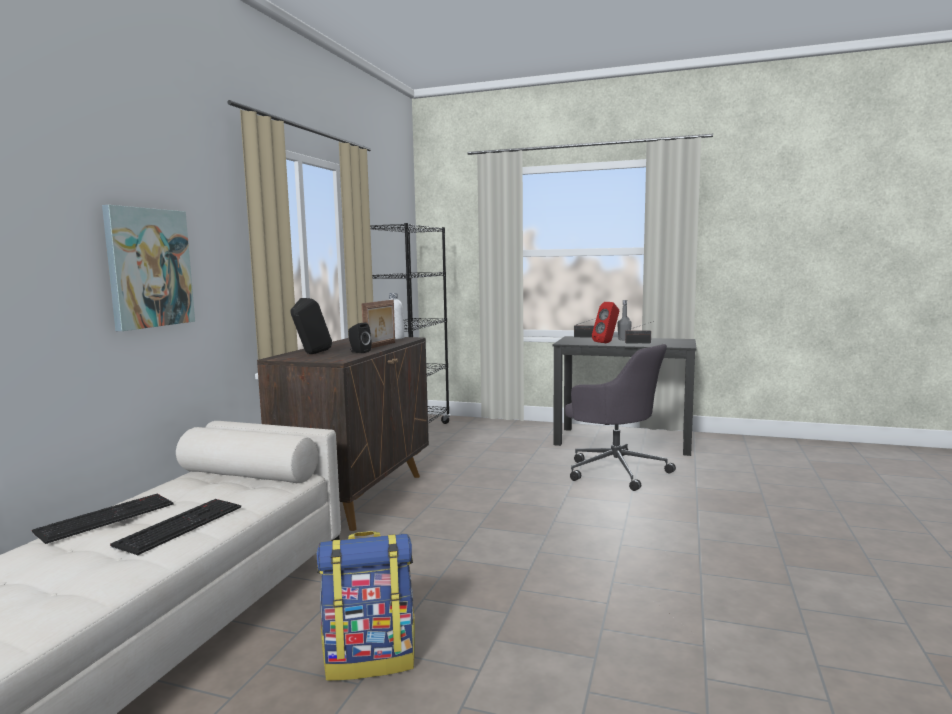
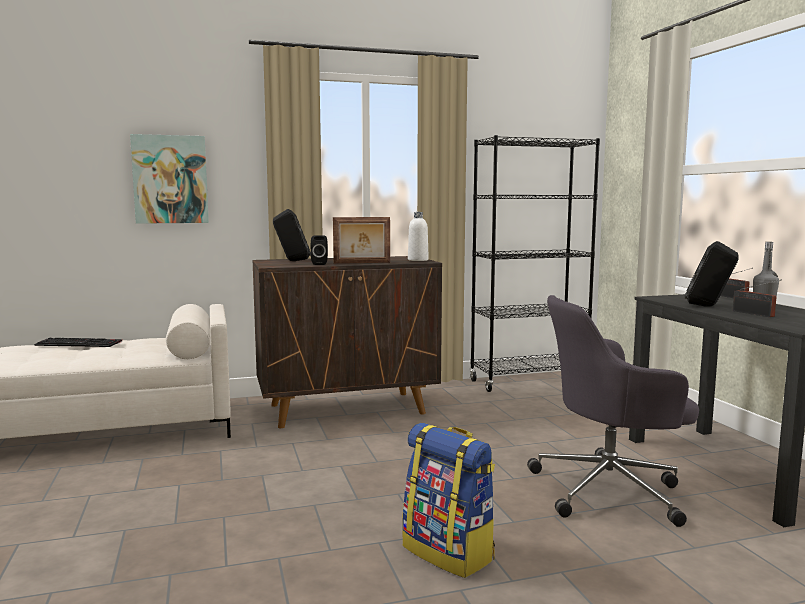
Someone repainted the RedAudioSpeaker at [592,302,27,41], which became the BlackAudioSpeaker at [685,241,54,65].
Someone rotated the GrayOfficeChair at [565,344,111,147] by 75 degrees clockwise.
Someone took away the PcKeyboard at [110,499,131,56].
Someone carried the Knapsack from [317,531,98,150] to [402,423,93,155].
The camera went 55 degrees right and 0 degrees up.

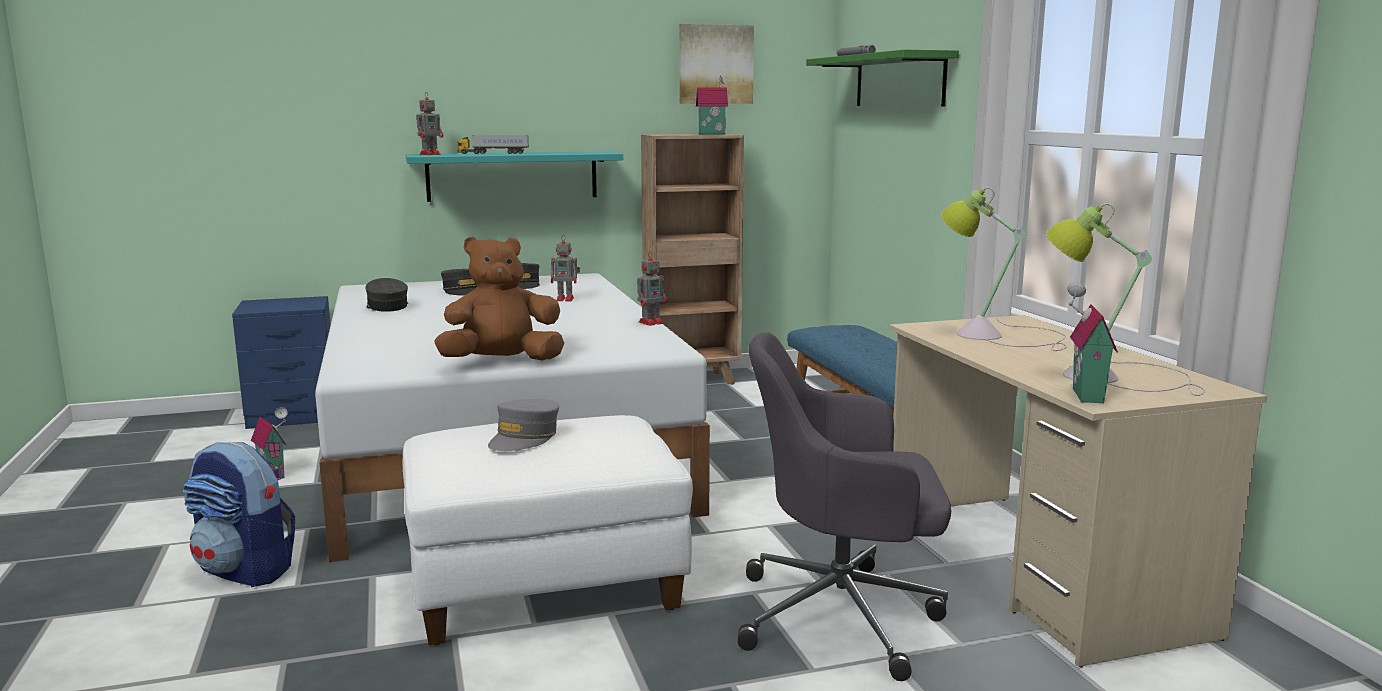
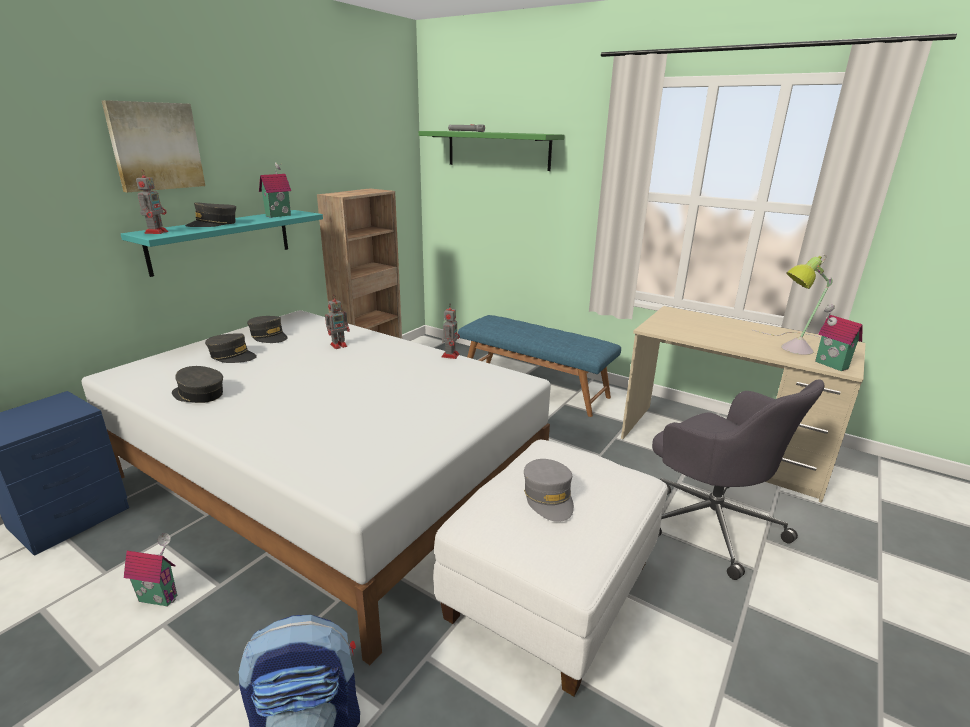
Someone carried the Picture from [679,24,75,80] to [101,100,104,92].
Someone carried the ToyHouse from [696,75,32,60] to [259,163,32,55].
Someone swapped the ModelTruck at [457,135,72,19] for the GrayPeakedCap at [185,202,51,25].
Someone took away the TableLamp at [941,187,126,164].
Someone took away the BrownishSoftToy at [434,237,130,124].
Someone rotated the GrayOfficeChair at [738,332,213,349] by 90 degrees counterclockwise.
The camera went 40 degrees left and 10 degrees up.

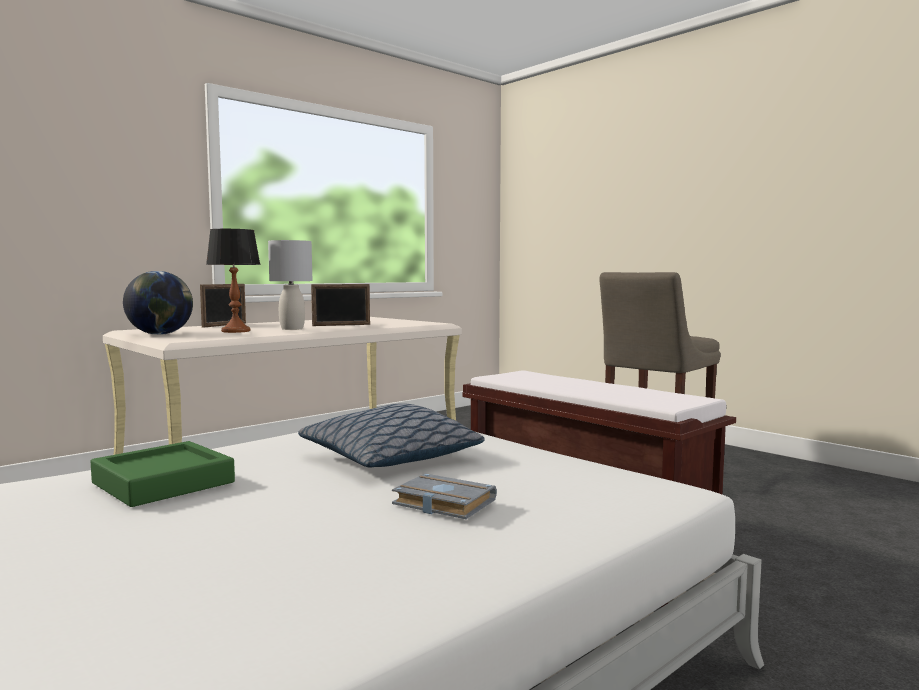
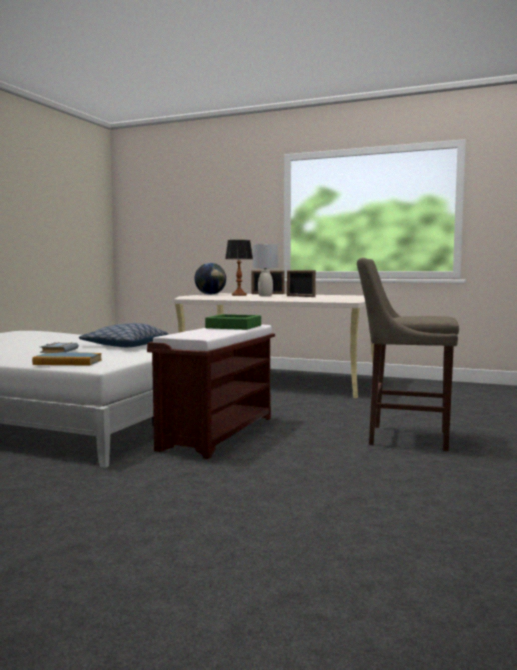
Someone carried the GreenColouredCarryingTray from [90,441,145,66] to [205,314,56,16].
Someone put down the Volume at [32,352,70,14].
The camera went 65 degrees right and 0 degrees up.

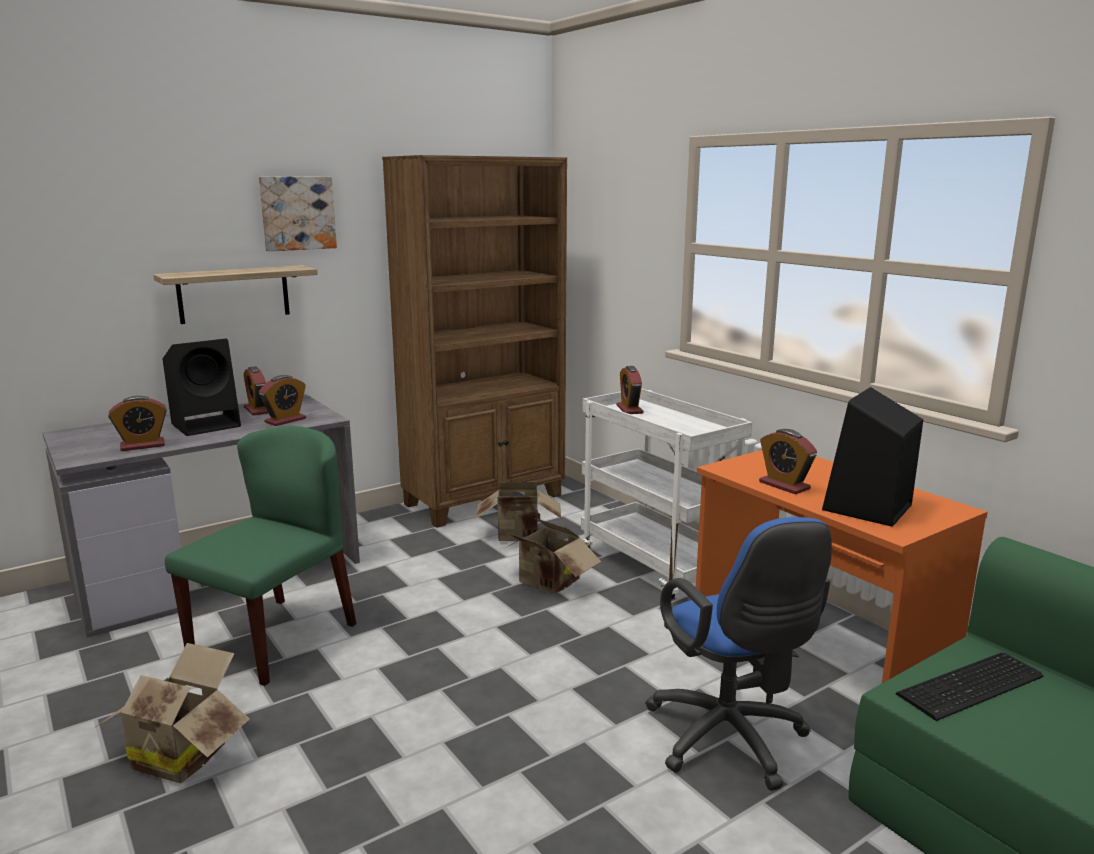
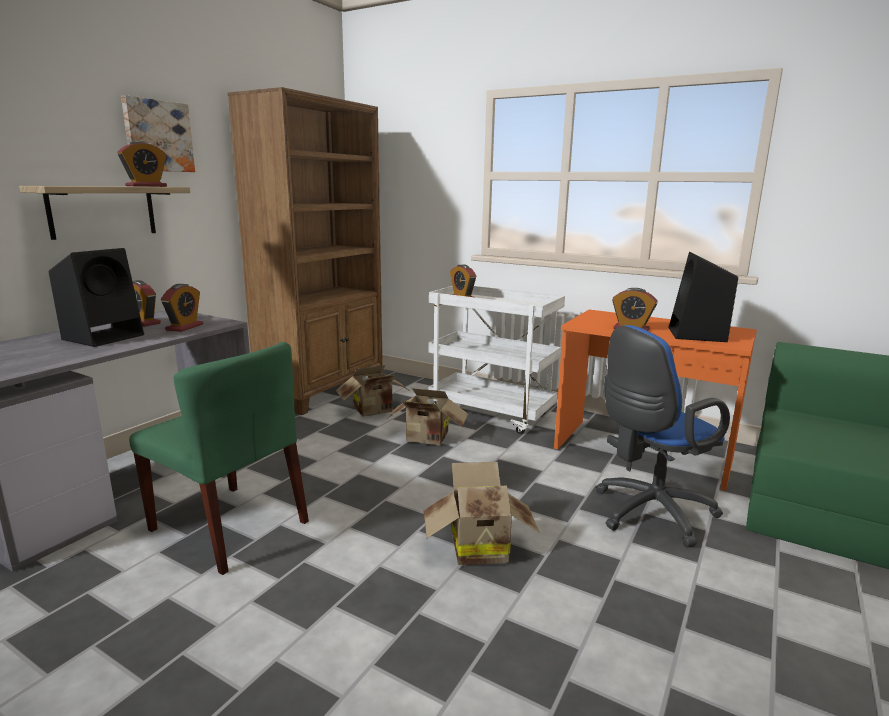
Someone carried the TableClock from [108,396,59,55] to [118,141,49,46].
Someone rotated the GreenColouredChair at [165,426,191,260] by 120 degrees clockwise.
Someone rotated the BlueOfficeChair at [645,517,187,274] by 105 degrees clockwise.
Someone carried the Carton from [96,643,154,141] to [423,462,117,103].
Someone took away the PcKeyboard at [896,653,147,68].
The camera went 25 degrees left and 0 degrees up.

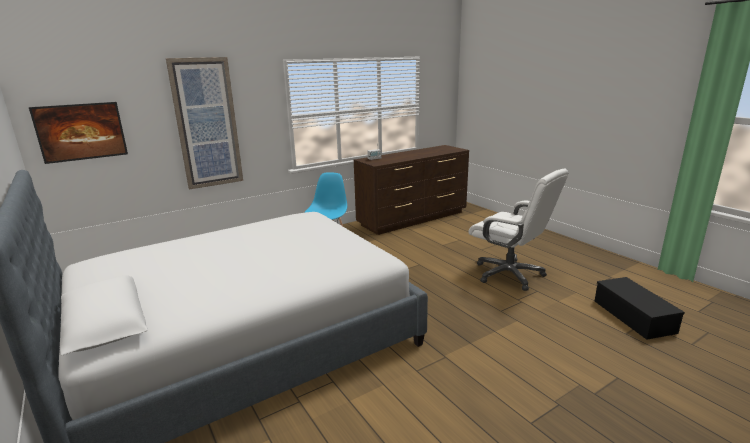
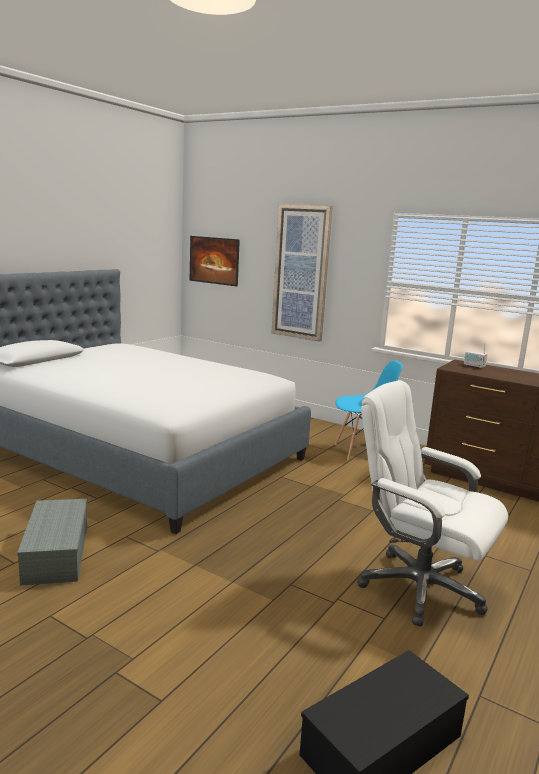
Someone rotated the WhiteOfficeChair at [468,169,101,122] by 105 degrees clockwise.
Someone put down the GrayStorageBin at [17,499,70,87].
The camera went 65 degrees right and 5 degrees down.

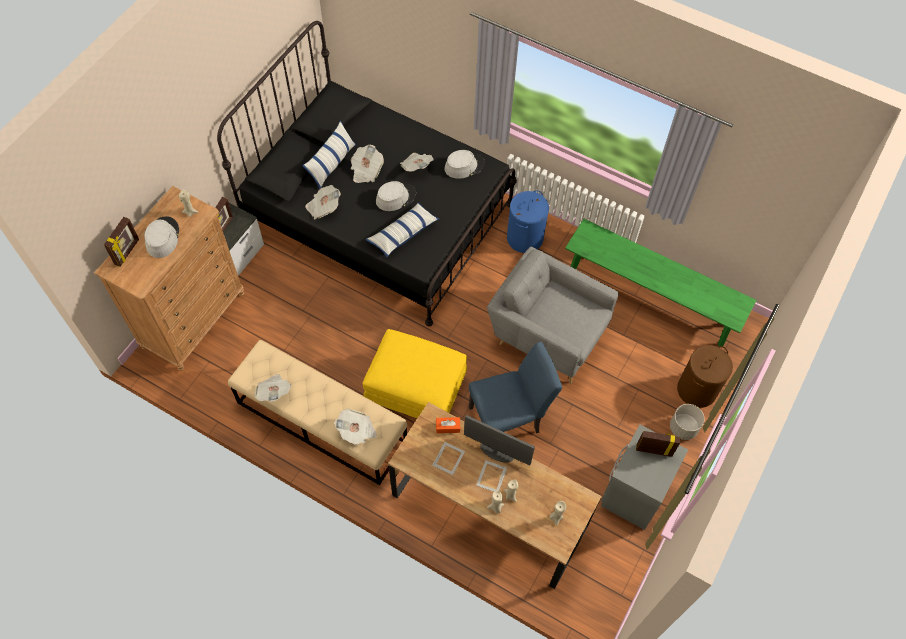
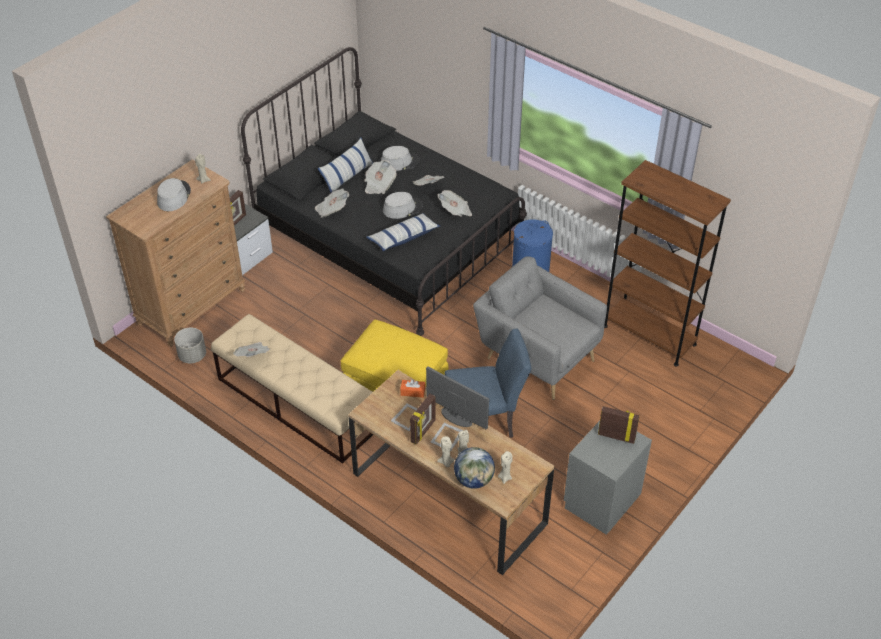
Someone carried the GrayHat from [444,150,41,29] to [381,146,39,25].
Someone carried the PictureFrame from [104,217,35,50] to [410,394,26,51].
Someone swapped the GreenColouredIndoorBench at [565,219,192,129] for the BrownishShelvingUnit at [604,160,127,207].
Someone took away the BrownishHamper at [677,345,56,63].
Someone carried the GrayFlowerPot from [670,404,35,36] to [174,327,32,36].
Someone carried the Newspaper from [334,409,43,36] to [438,190,34,27].
Someone put down the WorldGlobe at [454,447,41,42].
The camera went 10 degrees right and 15 degrees down.

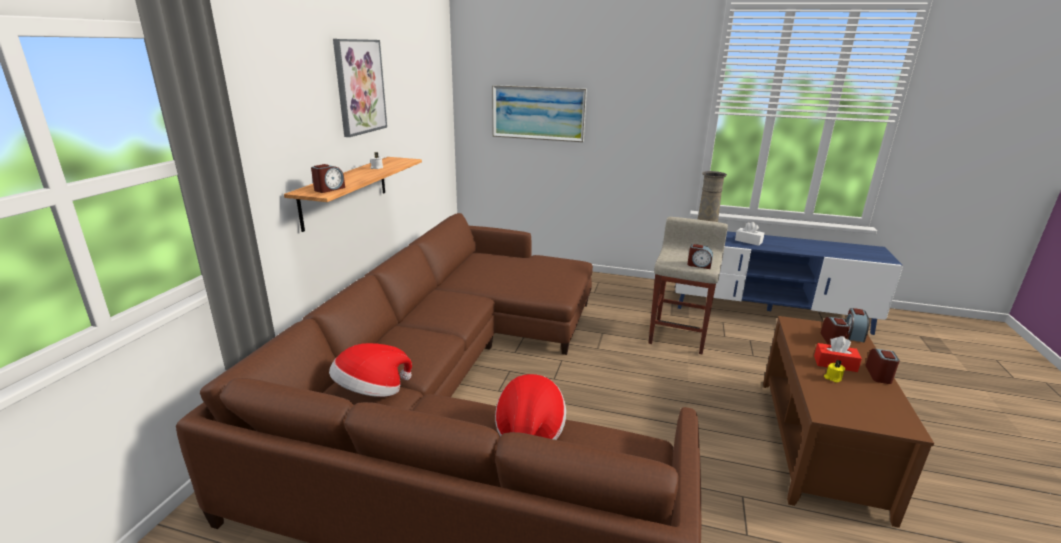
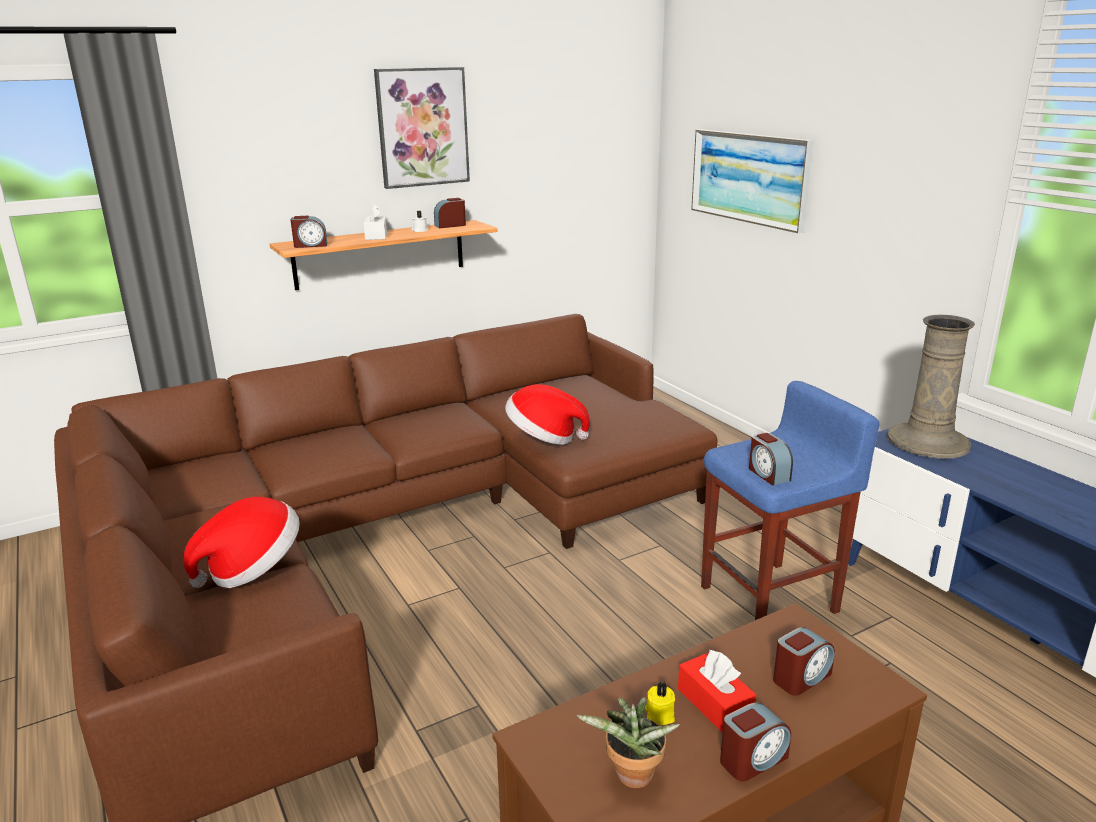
Someone repainted the BeigeStoolSeat at [648,217,80,137], which became the BlueStoolSeat at [701,381,179,239].
Someone carried the WhiteTissueHolder from [735,222,29,24] to [364,204,23,36].
Someone carried the TableClock from [846,308,23,34] to [434,198,32,30].
Someone carried the Hat from [329,343,83,54] to [505,384,85,61].
Someone put down the Houseplant at [576,697,104,91].
The camera went 45 degrees right and 0 degrees up.

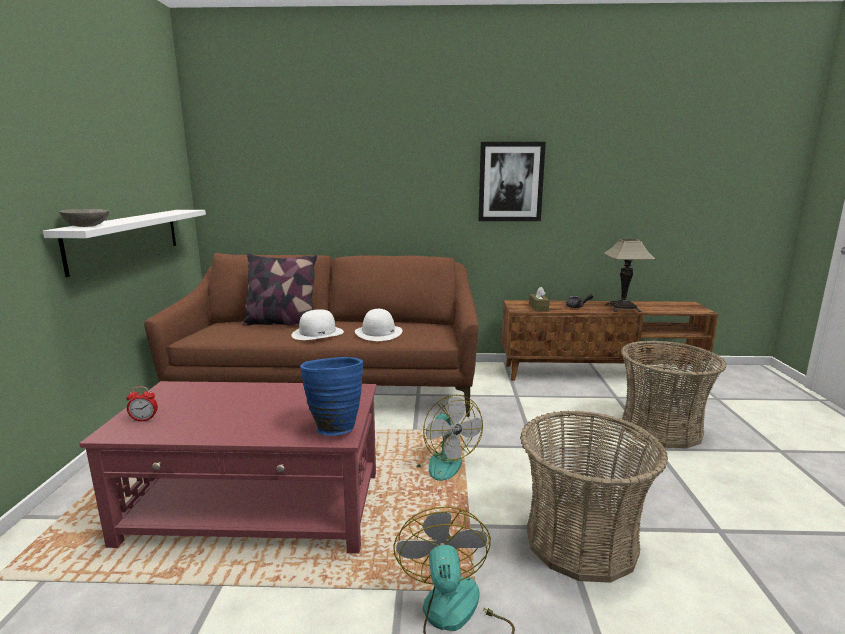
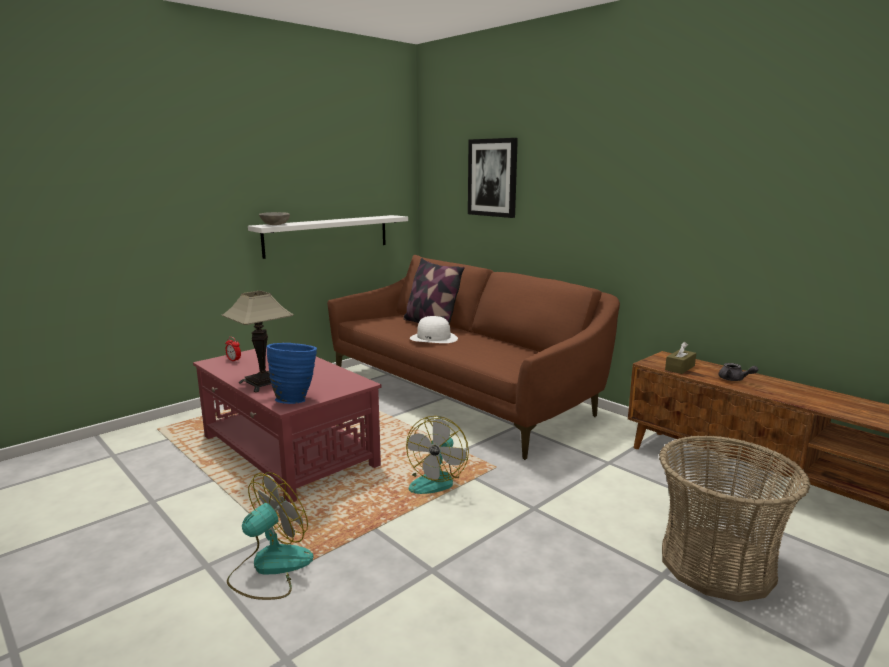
Someone carried the Picture from [478,142,68,79] to [468,138,50,80].
Someone carried the TableLamp from [603,239,53,73] to [222,291,72,101].
Someone took away the WhiteHat at [355,309,48,32].
Someone took away the HouseholdBasket at [520,411,148,172].
The camera went 45 degrees right and 0 degrees up.

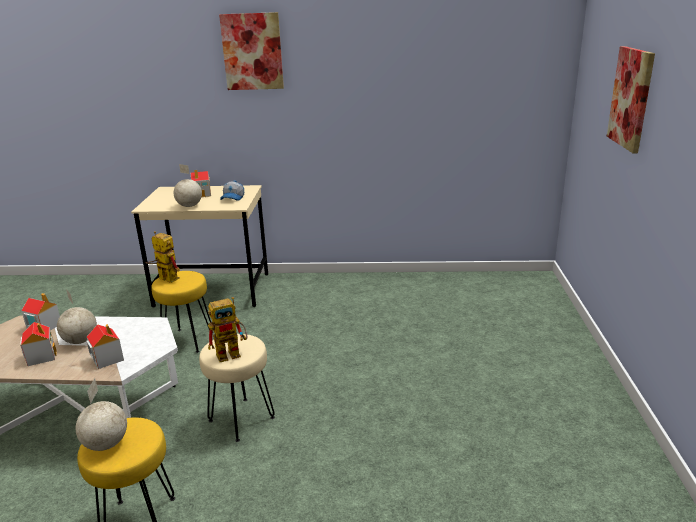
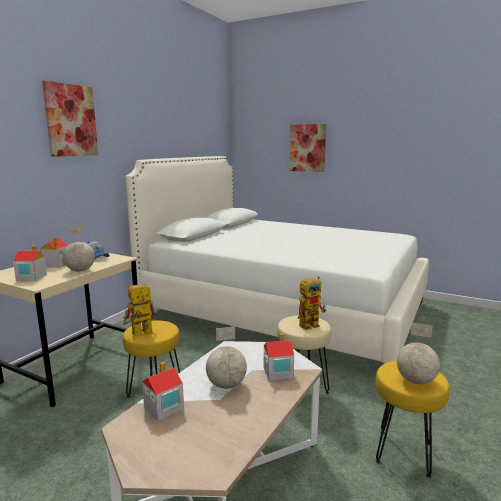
Someone rotated the RobotFigure at [208,297,39,65] by 60 degrees clockwise.
Someone carried the ToyHouse from [20,322,37,44] to [13,245,34,36].
Someone put down the WhiteSleepingBed at [125,156,304,208].
The camera went 65 degrees left and 10 degrees down.

